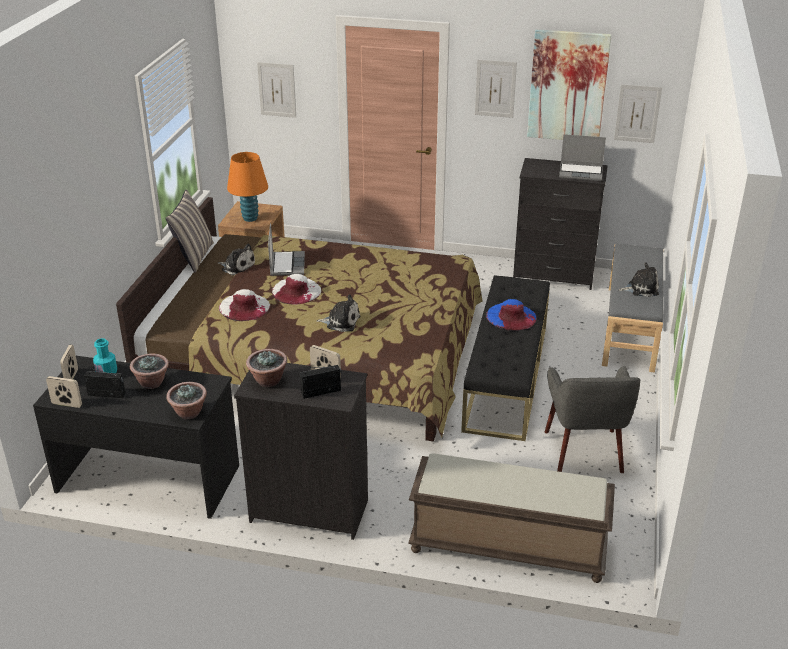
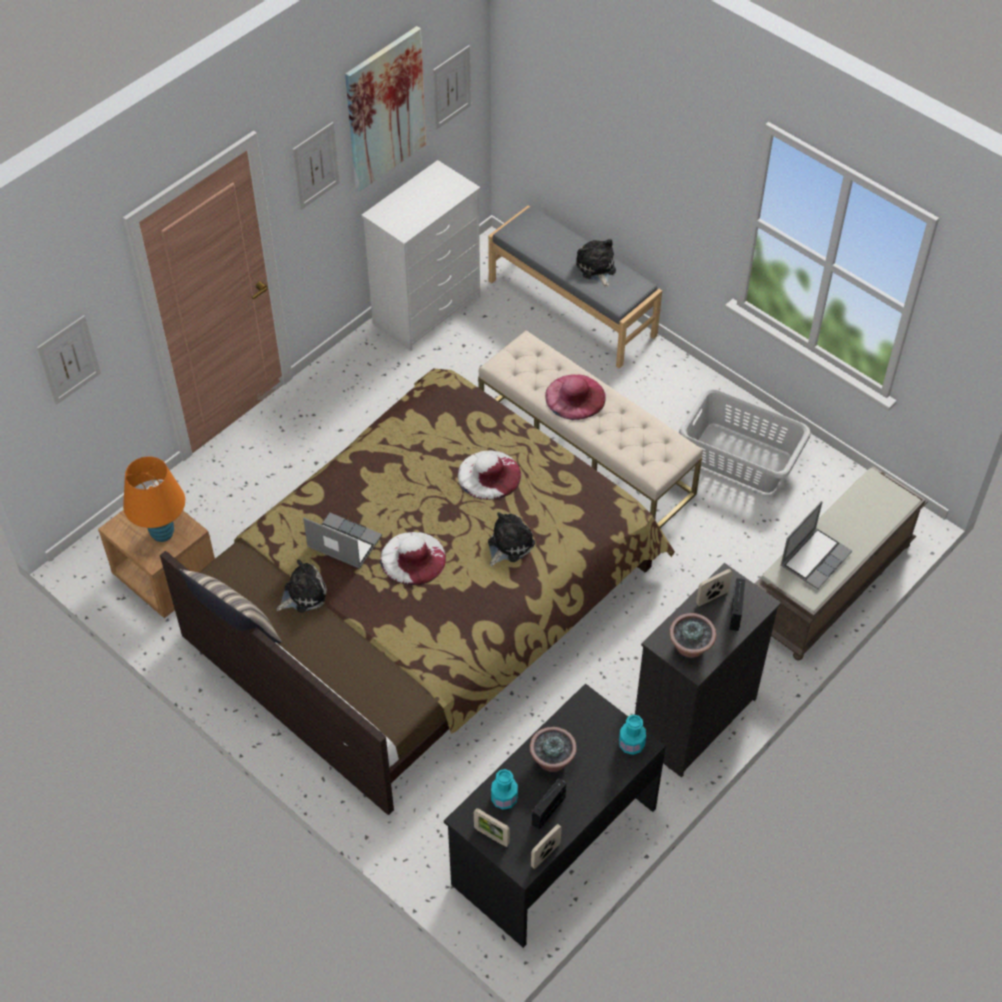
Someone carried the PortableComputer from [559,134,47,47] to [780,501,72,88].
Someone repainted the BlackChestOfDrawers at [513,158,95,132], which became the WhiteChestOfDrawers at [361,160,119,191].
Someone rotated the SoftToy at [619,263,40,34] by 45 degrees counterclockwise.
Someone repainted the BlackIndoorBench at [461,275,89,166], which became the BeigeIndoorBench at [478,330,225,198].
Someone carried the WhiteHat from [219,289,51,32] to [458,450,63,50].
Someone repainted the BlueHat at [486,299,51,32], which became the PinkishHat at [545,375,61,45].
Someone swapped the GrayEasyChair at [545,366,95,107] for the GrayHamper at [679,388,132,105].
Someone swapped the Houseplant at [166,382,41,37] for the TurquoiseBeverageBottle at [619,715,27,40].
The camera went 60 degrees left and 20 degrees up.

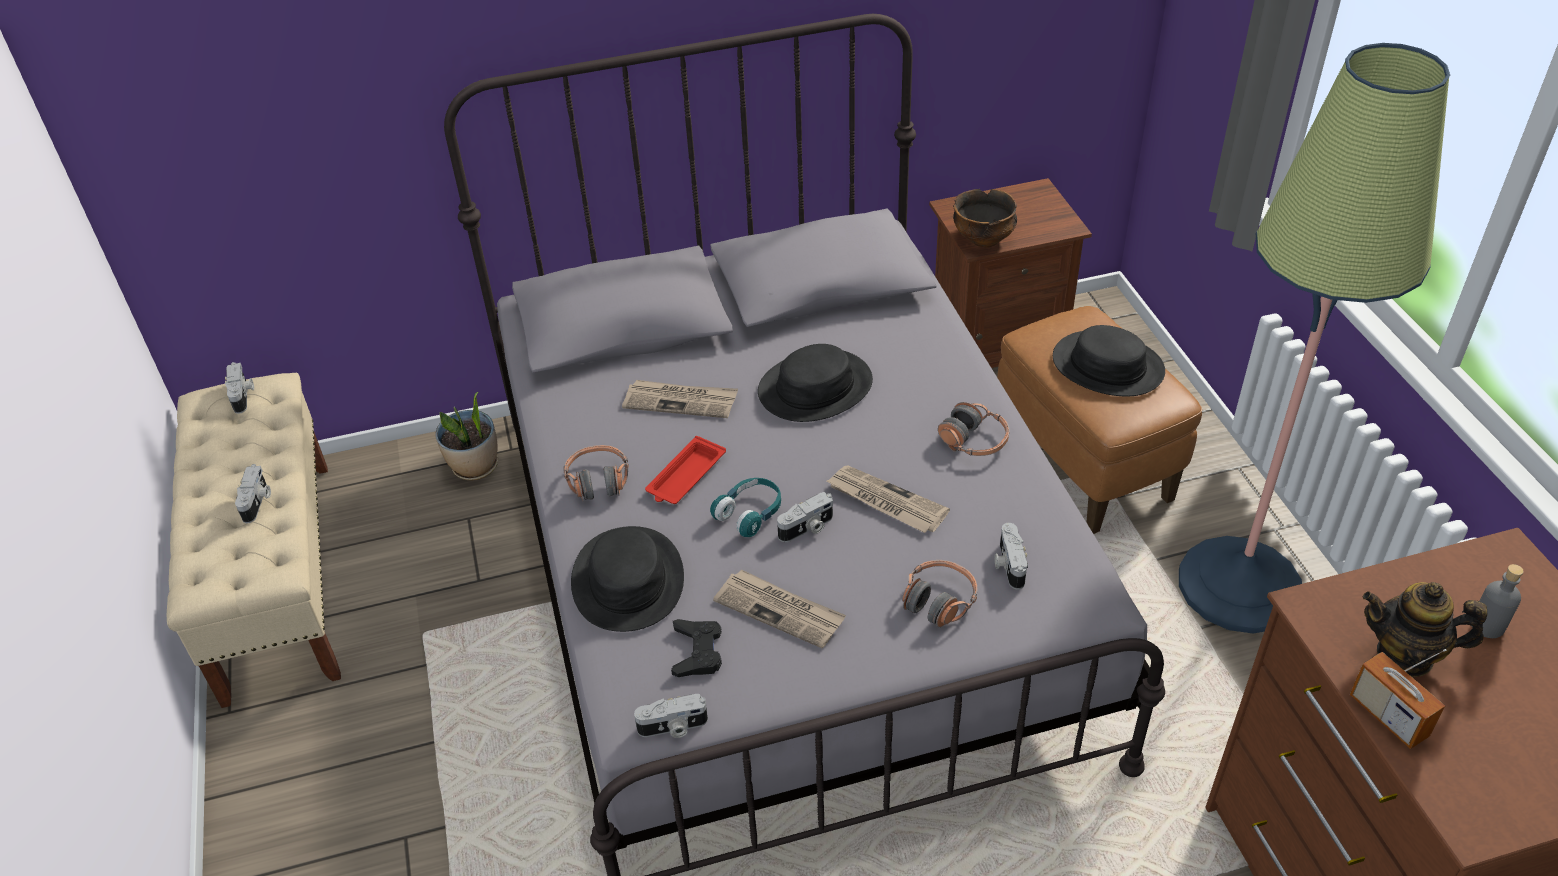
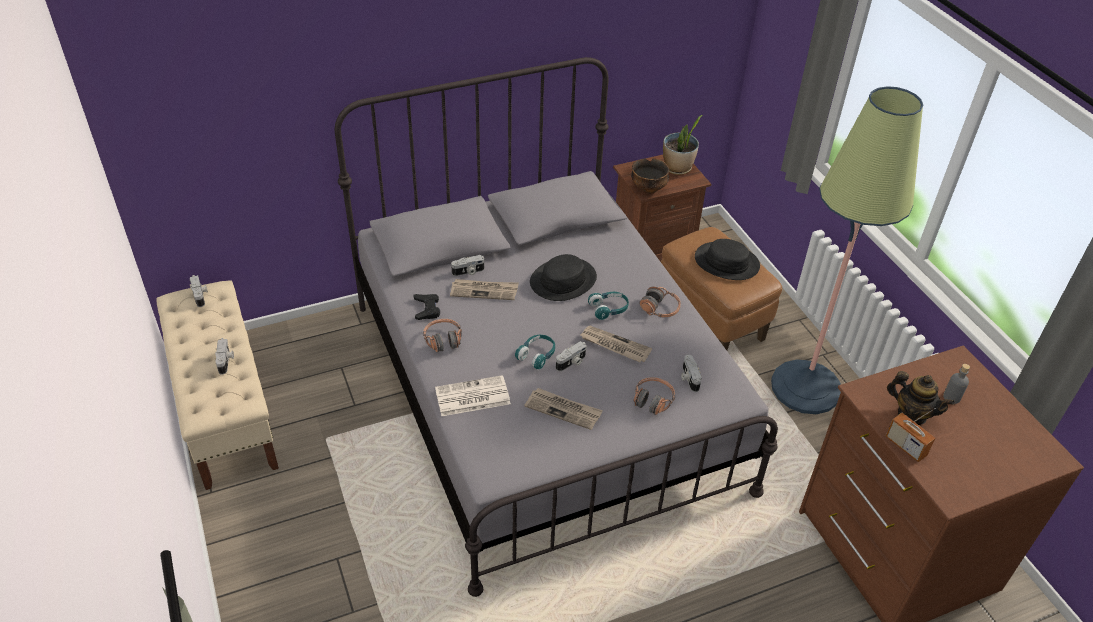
Someone carried the Houseplant from [435,392,63,88] to [663,115,39,60].
Someone took away the RedCarryingTray at [645,436,81,68].
Someone swapped the BlackHat at [571,526,113,106] for the Newspaper at [435,375,76,41].
Someone rotated the PotForTea at [1363,582,124,95] by 150 degrees counterclockwise.
Someone carried the BlackGameController from [671,619,51,58] to [413,294,27,26].
Someone carried the PhotoCamera from [634,694,74,44] to [451,255,33,21].
Someone put down the TurquoiseHeadset at [588,292,41,28].
The camera went 10 degrees left and 0 degrees up.

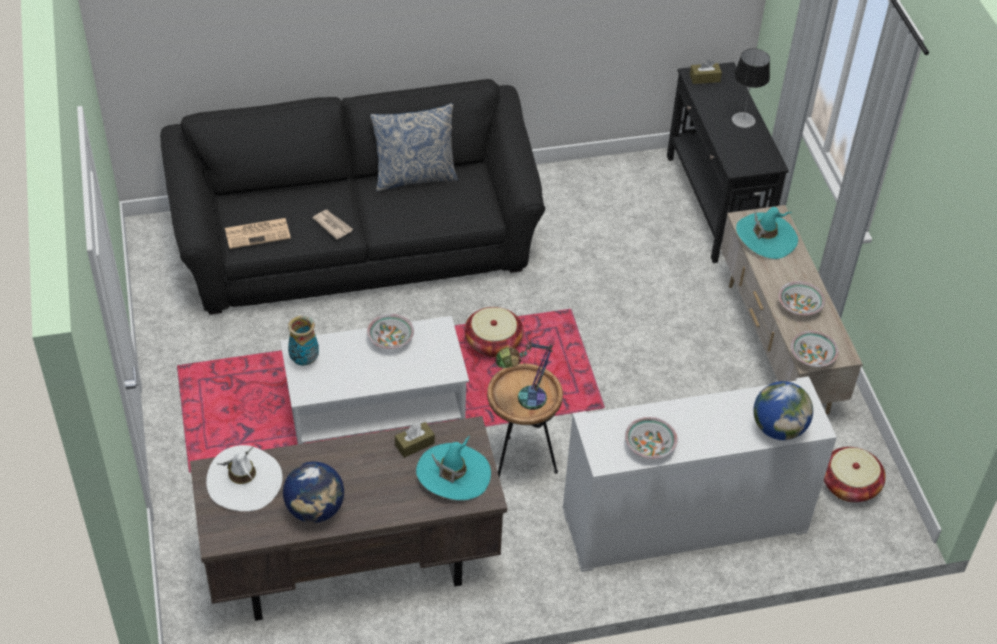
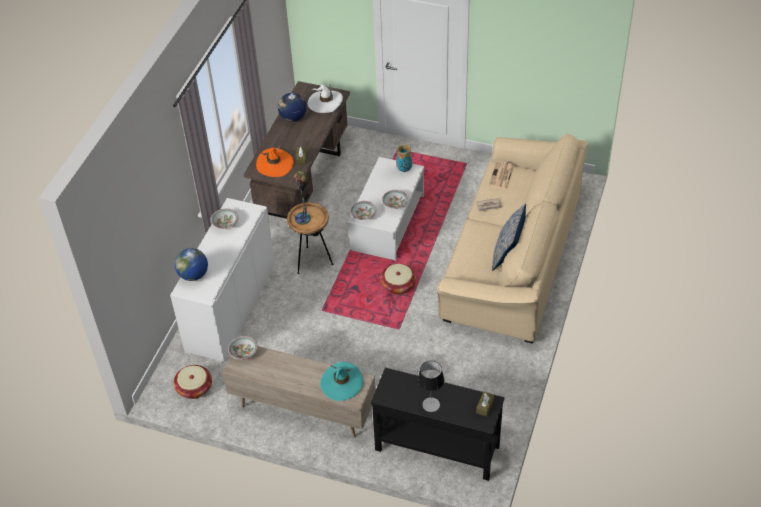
Someone repainted the BlackSofa at [160,79,385,236], which became the BeigeSofa at [437,133,150,210].
Someone carried the Bowl from [778,281,47,34] to [350,201,26,19].
Someone repainted the TurquoiseHat at [416,436,75,64], which became the OrangeColouredHat at [256,146,38,31].
The camera went 125 degrees right and 0 degrees up.

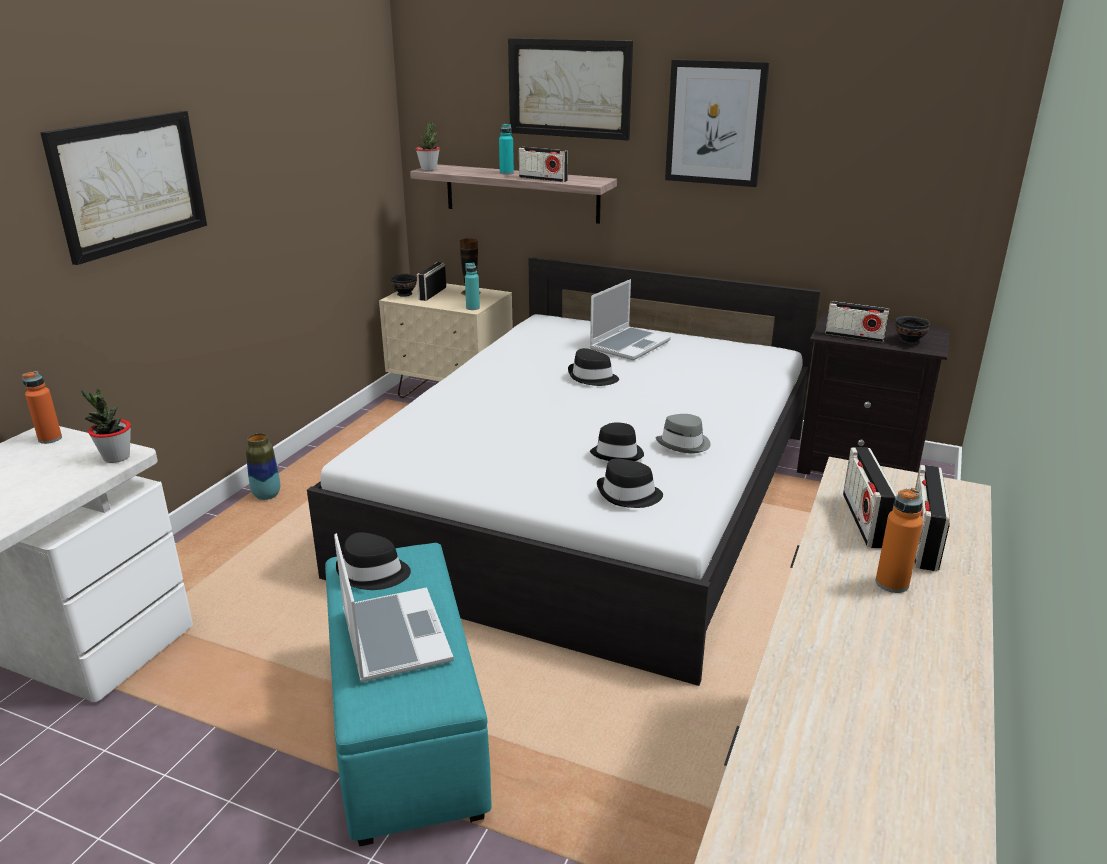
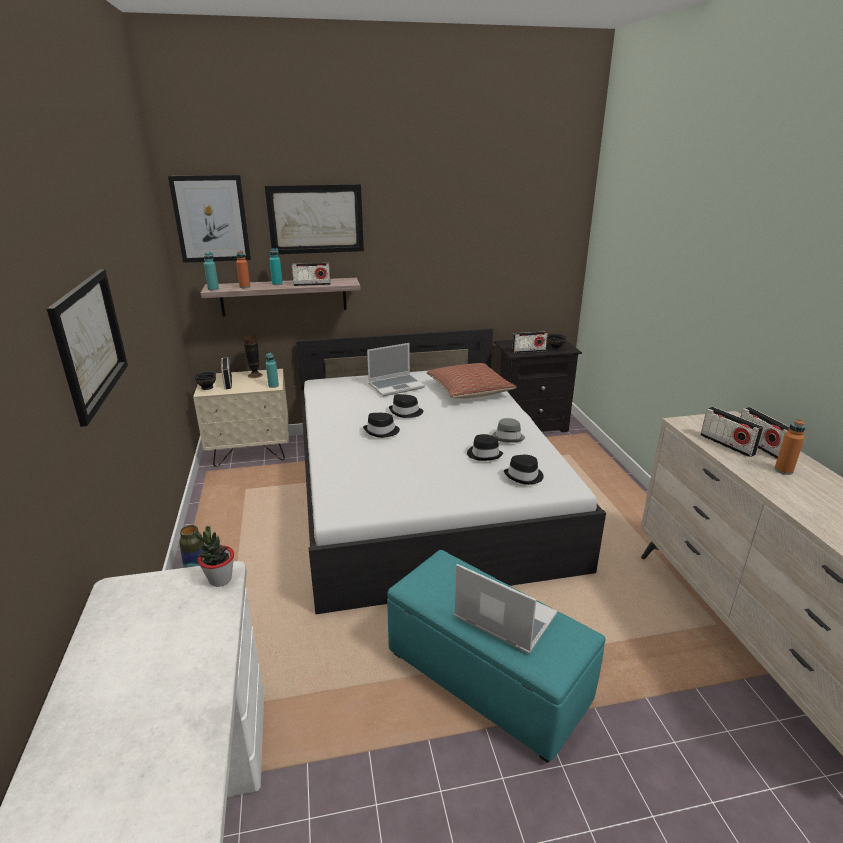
Someone carried the Picture from [665,60,104,127] to [168,175,83,88].
Someone swapped the Houseplant at [416,122,24,49] for the TurquoiseBeverageBottle at [204,252,15,38].
Someone rotated the PortableComputer at [590,279,81,82] by 60 degrees clockwise.
Someone carried the OrangeColouredBeverageBottle from [22,371,40,73] to [236,251,14,37].
Someone carried the BlackHat from [336,532,75,58] to [363,413,37,25].
Someone put down the Cushion at [427,363,89,36].
The camera went 35 degrees left and 0 degrees up.

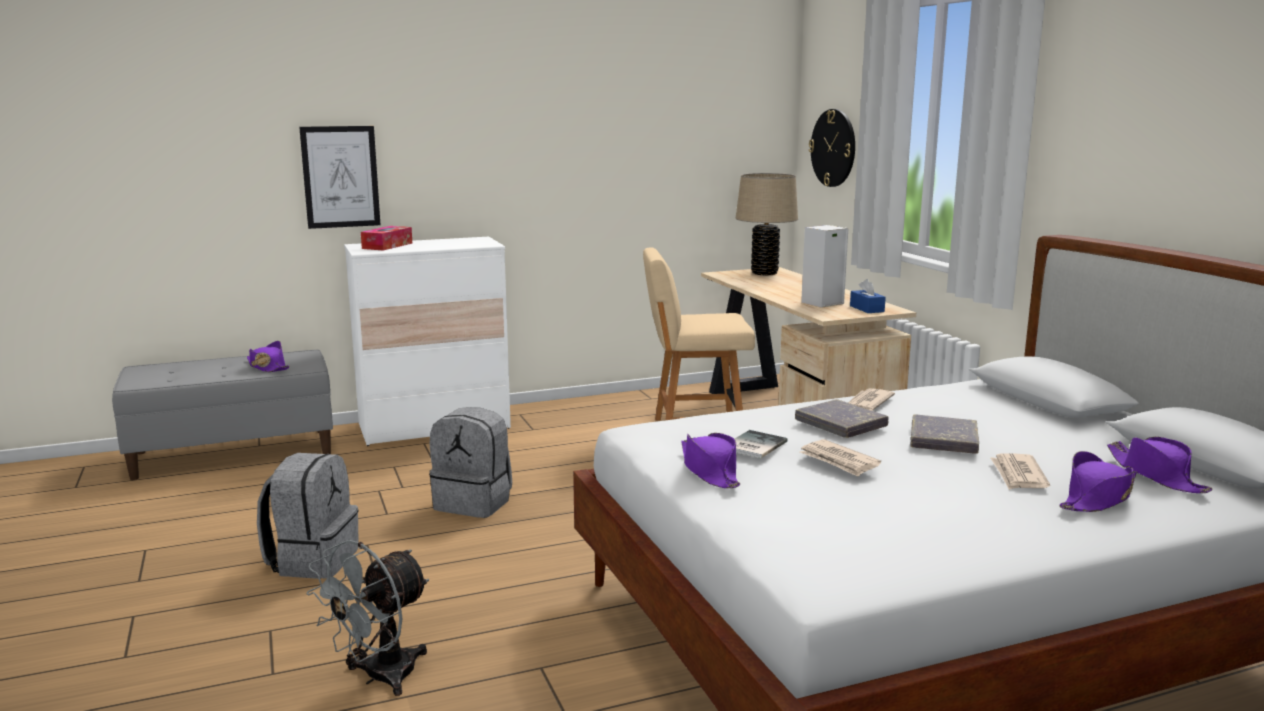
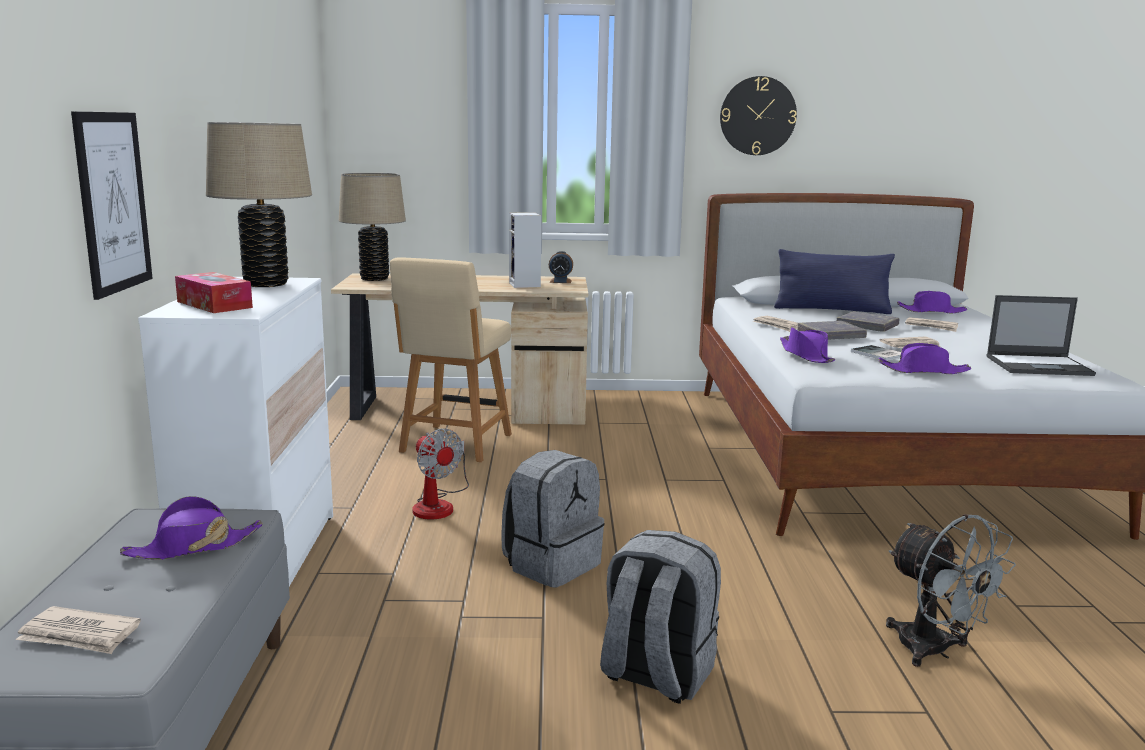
Someone carried the WallClock from [809,109,46,78] to [720,76,77,79].
Someone swapped the BlueTissueHolder at [850,279,36,34] for the TableClock at [549,251,24,32].
Someone carried the PurplishHat from [1060,451,77,61] to [780,328,55,35].
Someone put down the BeigeTableLamp at [206,122,106,165].
Someone put down the BlueCushion at [774,249,121,65].
Someone put down the PortableComputer at [986,295,110,81].
Someone put down the CoolingFan at [413,428,56,92].
Someone put down the Newspaper at [16,606,125,48].
The camera went 70 degrees left and 0 degrees up.

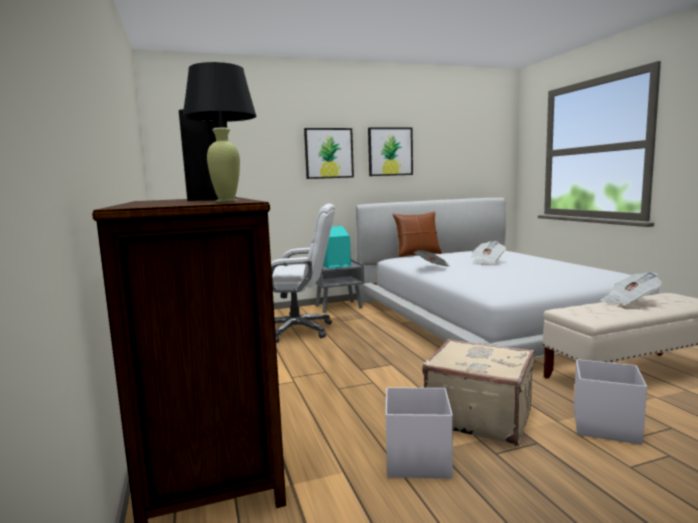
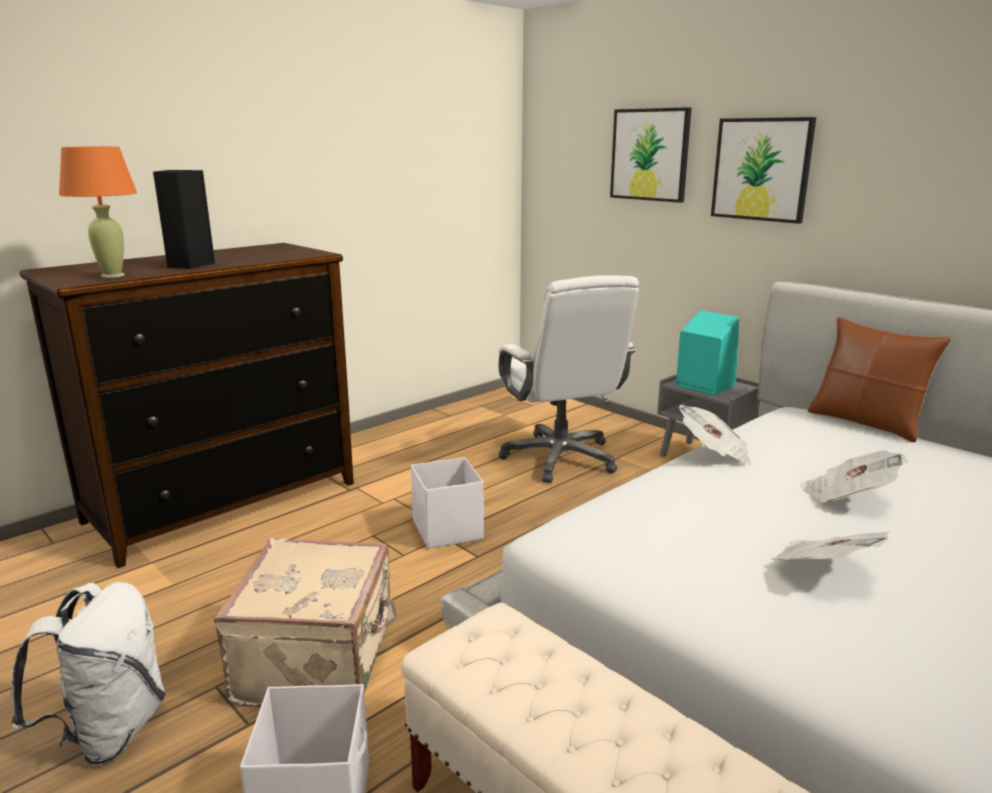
Someone repainted the BlackTableLamp at [183,62,73,140], which became the OrangeColouredTableLamp at [59,146,78,132].
Someone carried the Picture from [368,127,45,49] to [610,107,82,96].
Someone carried the Newspaper from [601,272,61,33] to [770,532,119,28].
Someone carried the WhiteStorageBin from [386,387,67,92] to [411,457,73,92].
Someone put down the WhiteKnapsack at [11,582,155,183].
The camera went 65 degrees right and 10 degrees up.

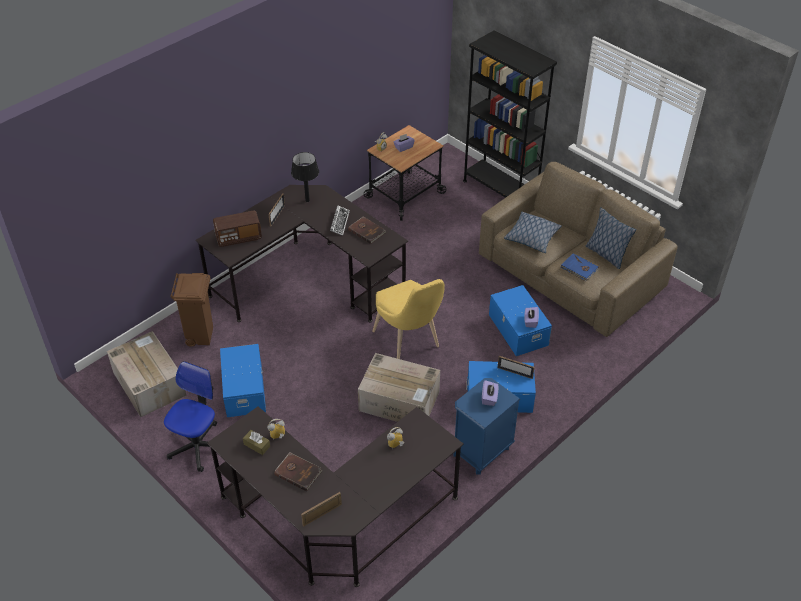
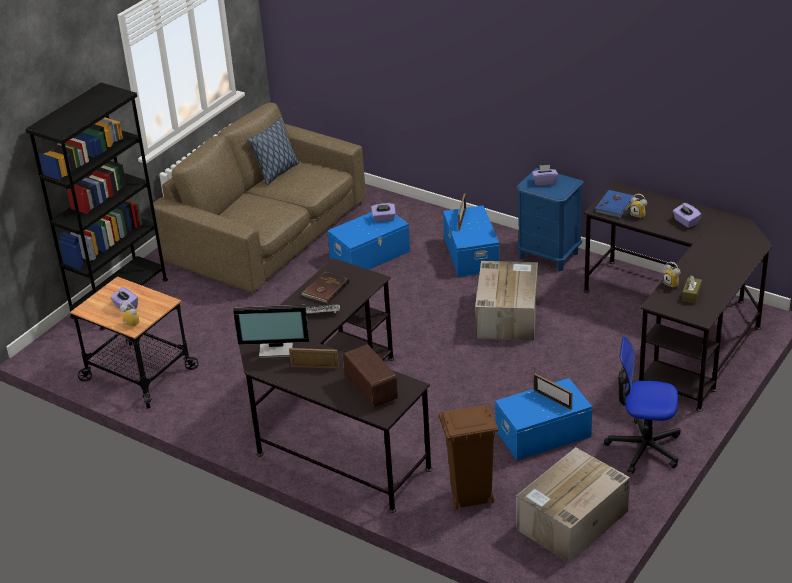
Someone swapped the BlackTableLamp at [291,152,28,50] for the Monitor at [233,305,76,53].
Someone took away the Cushion at [504,212,58,41].
Someone carried the BlueVolume from [560,253,39,29] to [595,190,40,28].
Someone took away the YellowishChair at [372,279,73,80].
Someone took away the BrownishVolume at [274,452,49,39].
Someone carried the PictureFrame from [301,492,41,35] to [534,373,39,37].
Someone put down the PurplishTissueHolder at [673,203,28,25].
The camera went 100 degrees left and 10 degrees down.

